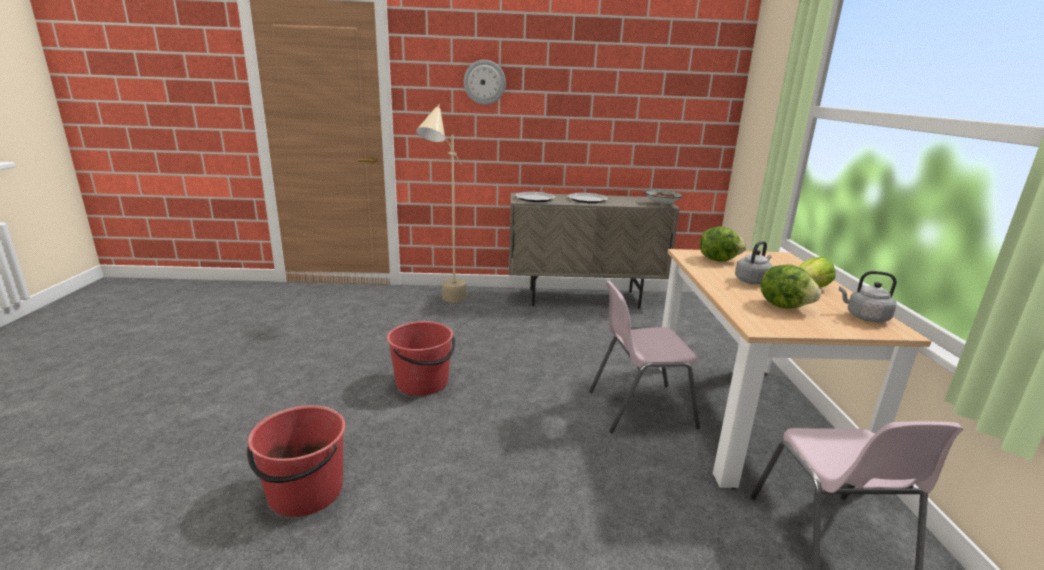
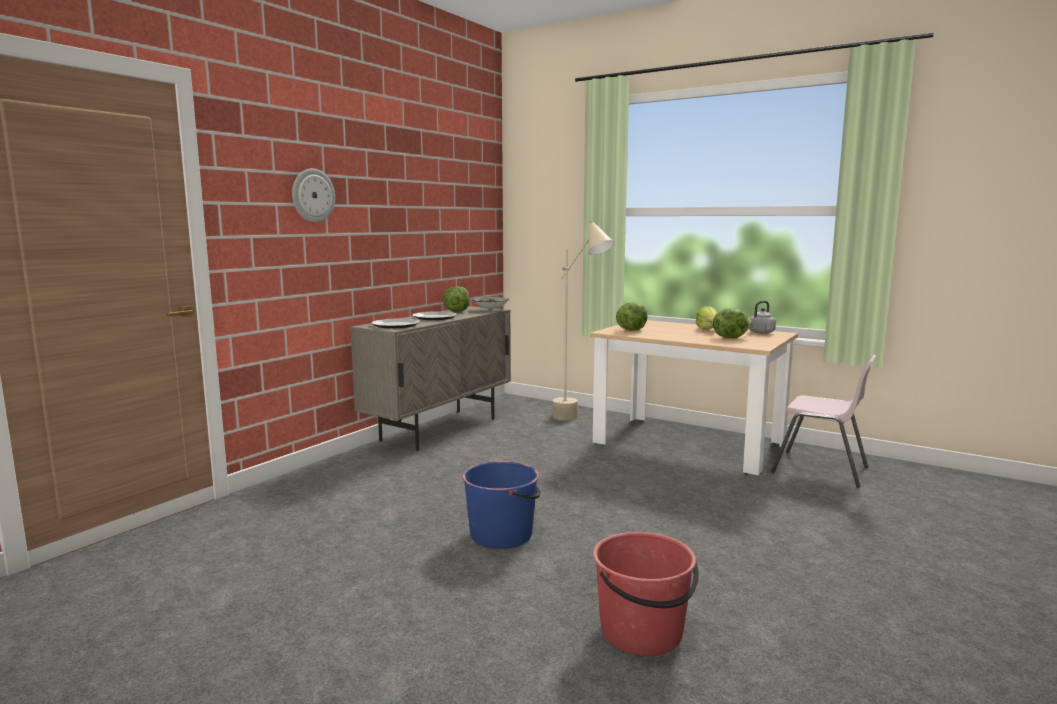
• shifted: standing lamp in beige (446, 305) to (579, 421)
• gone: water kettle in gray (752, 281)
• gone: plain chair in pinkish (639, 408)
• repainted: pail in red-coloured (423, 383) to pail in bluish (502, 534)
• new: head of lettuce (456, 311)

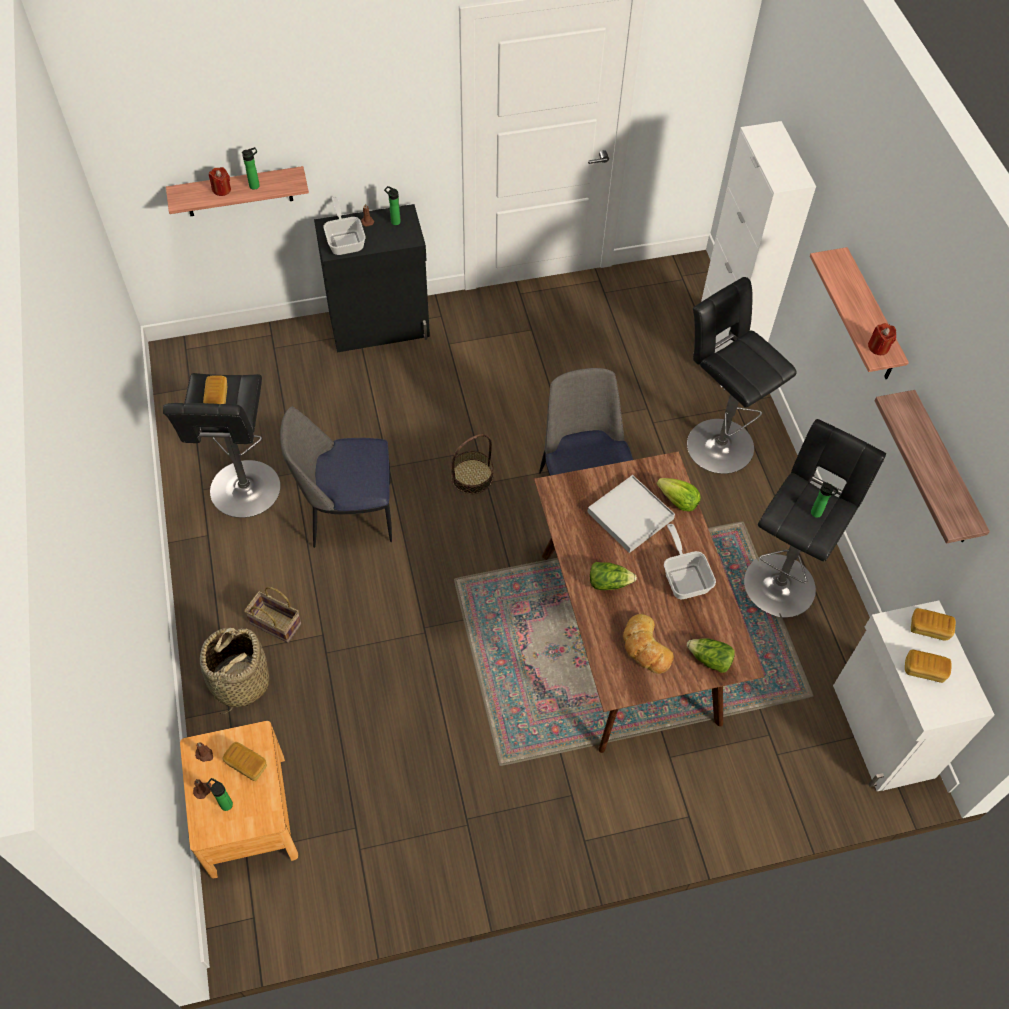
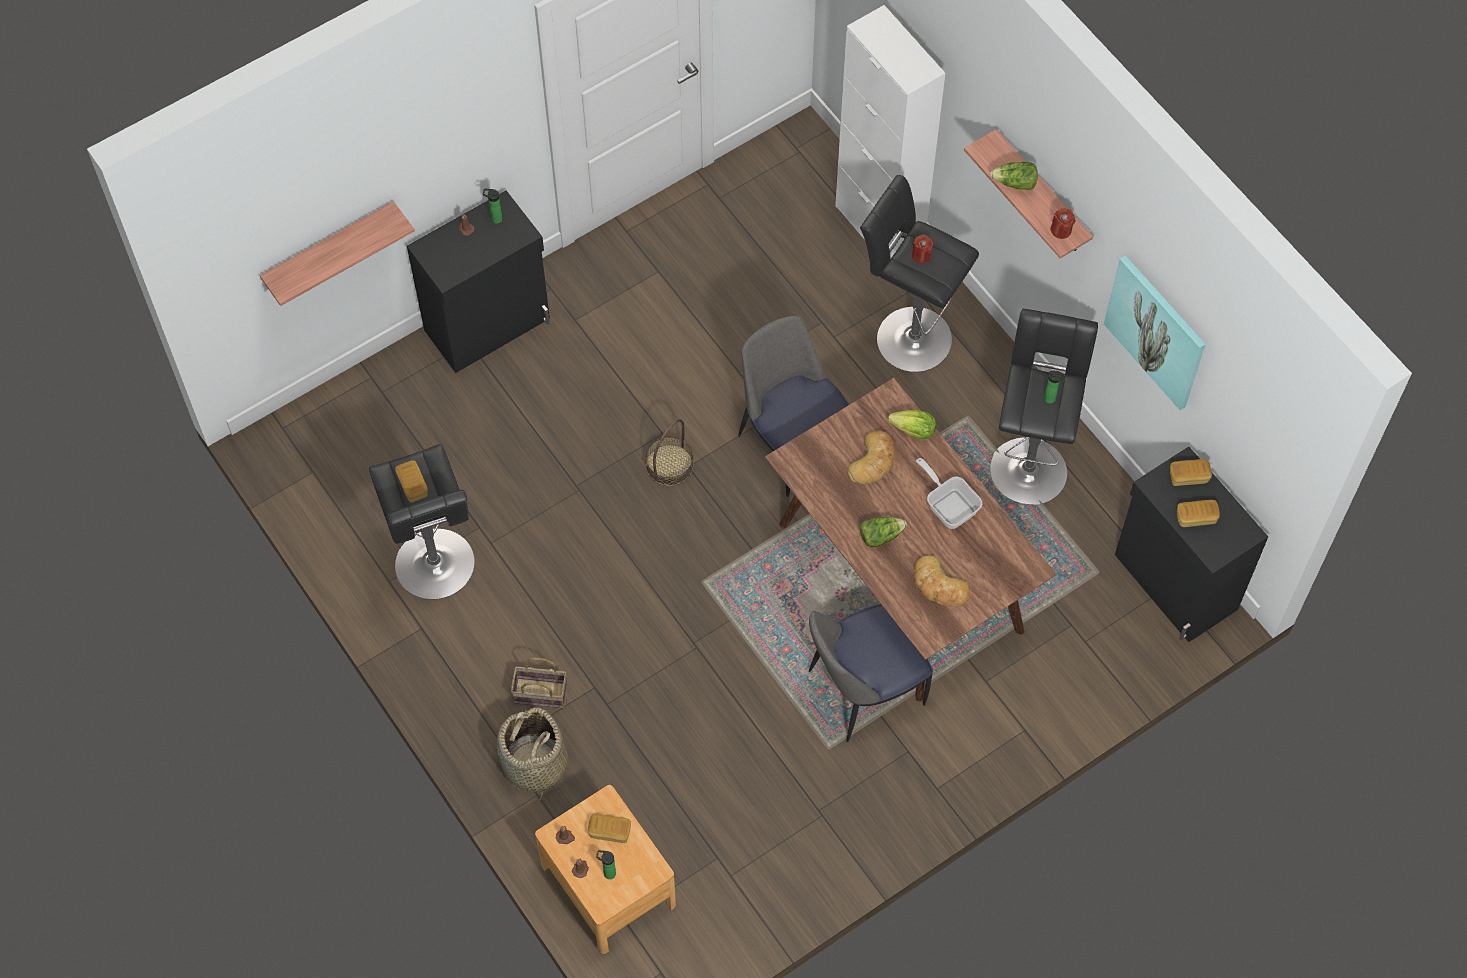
• gone: drink bottle (256, 185)
• shifted: wax candle in red-coloured (222, 190) to (921, 255)
• gone: frying pan (345, 240)
• swapped: wall shelf (942, 472) to wall picture (1155, 332)
• shifted: plain chair (348, 514) to (863, 690)
• swapped: tray in white-coloured (630, 515) to baked bread (873, 461)
• repainted: cupboard in white-coloured (881, 732) to cupboard in black (1174, 584)
• shifted: head of lettuce (710, 660) to (1015, 183)

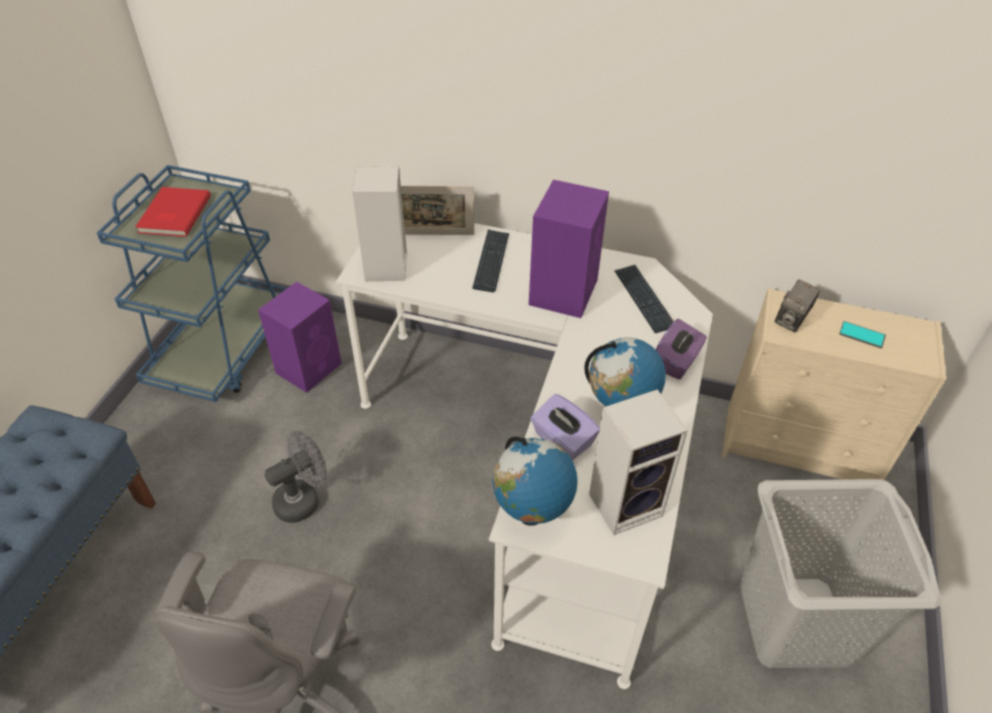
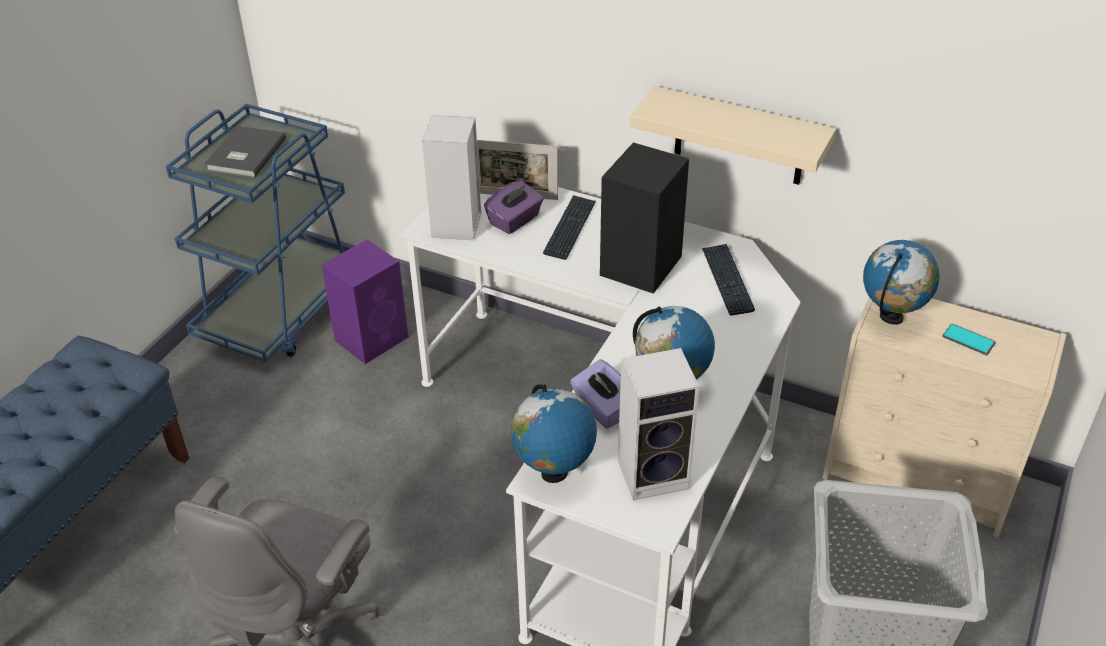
• repainted: audio speaker in purple-coloured (564, 290) to audio speaker in black (642, 264)
• repainted: volume in red-coloured (172, 214) to volume in gray (244, 154)
• swapped: still camera (791, 320) to desk globe (891, 317)
• shifted: tissue box in purple-coloured (676, 362) to (515, 220)
• gone: electric fan in gray (303, 499)
• new: wall shelf in beige (739, 137)

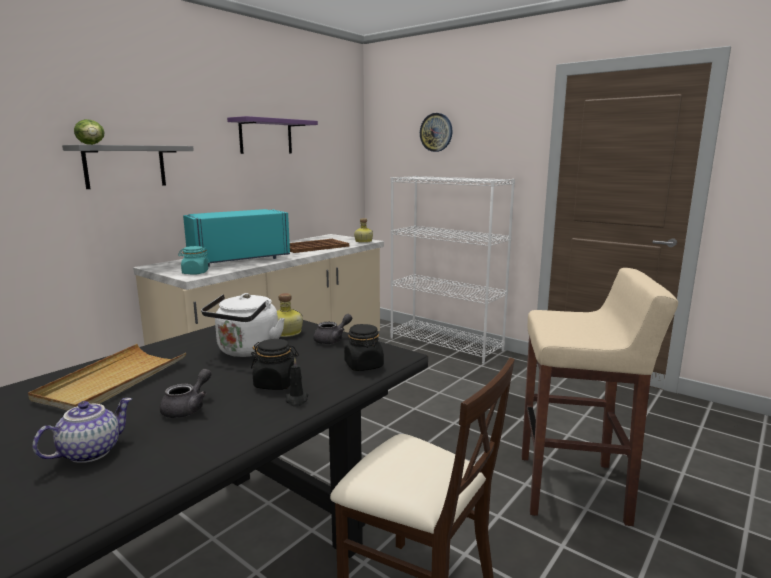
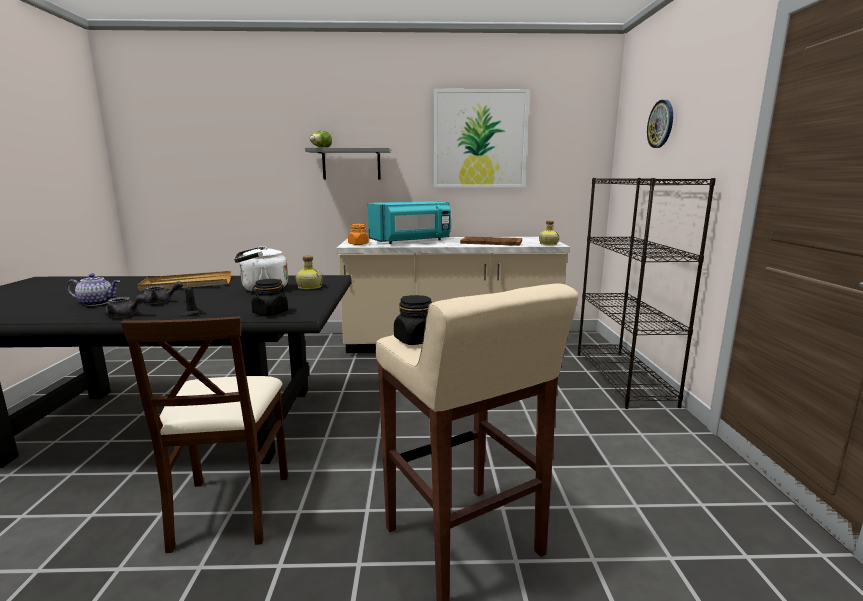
• swapped: wall shelf in purple-coloured (266, 136) to wall picture (480, 139)
• repainted: bookshelf in white-coloured (446, 344) to bookshelf in black (623, 378)
• rotated: kitchen microwave in turquoise-coloured (237, 259) = (412, 241) 135 degrees clockwise
• repainted: preserve jar in turquoise-coloured (195, 273) to preserve jar in orangey (358, 244)
• shifted: pot for tea in gray (332, 340) to (125, 315)
• shifted: preserve jar in black (276, 383) to (416, 340)

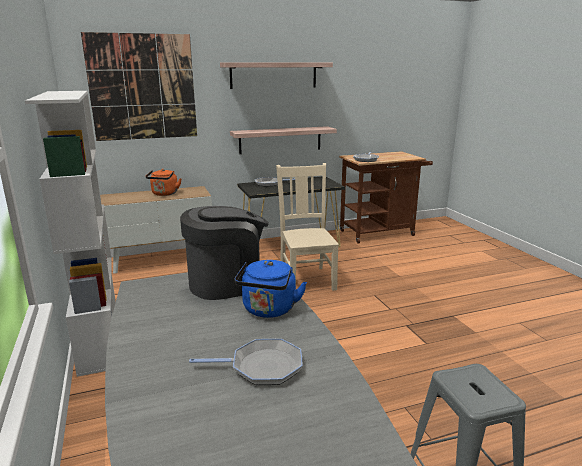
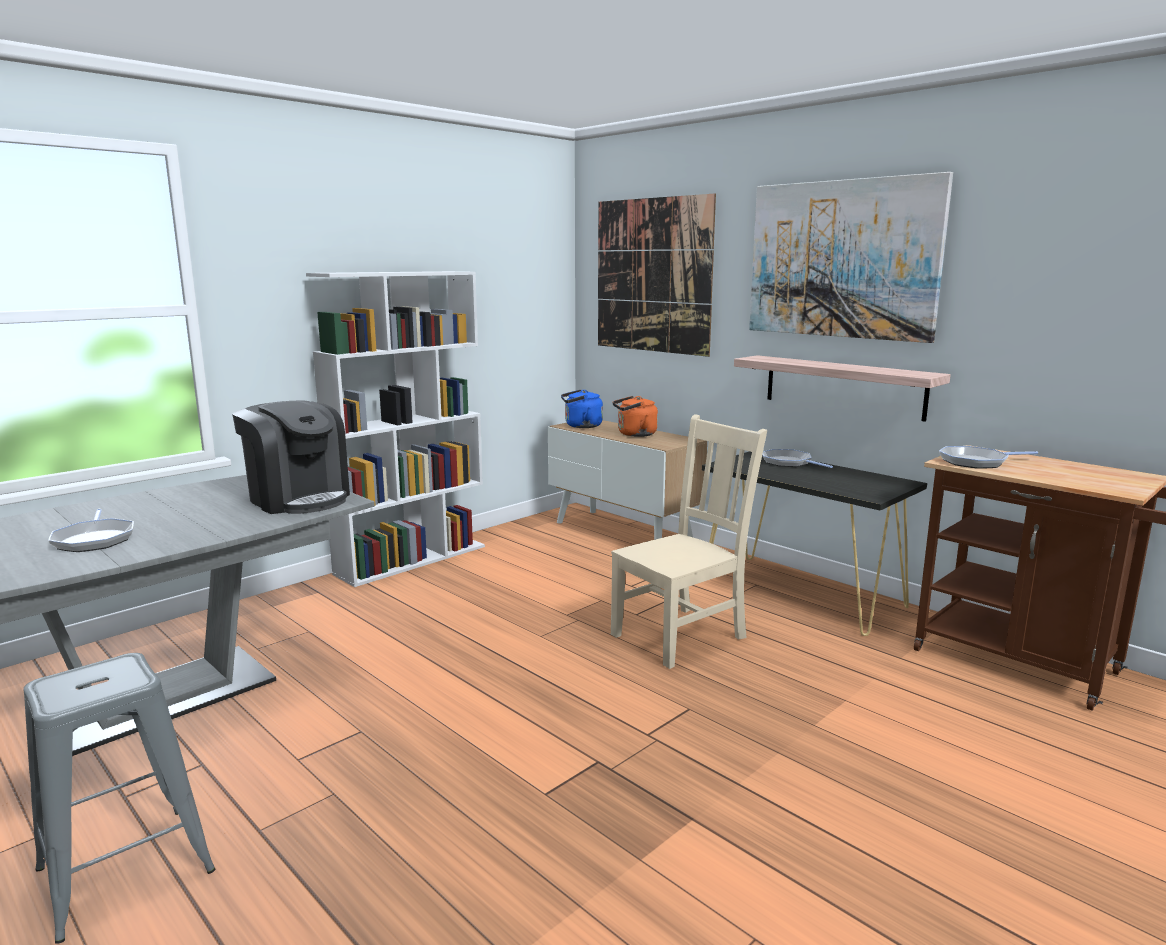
• swapped: wall shelf (273, 75) to wall picture (842, 259)
• shifted: water kettle in bluish (268, 310) to (581, 426)

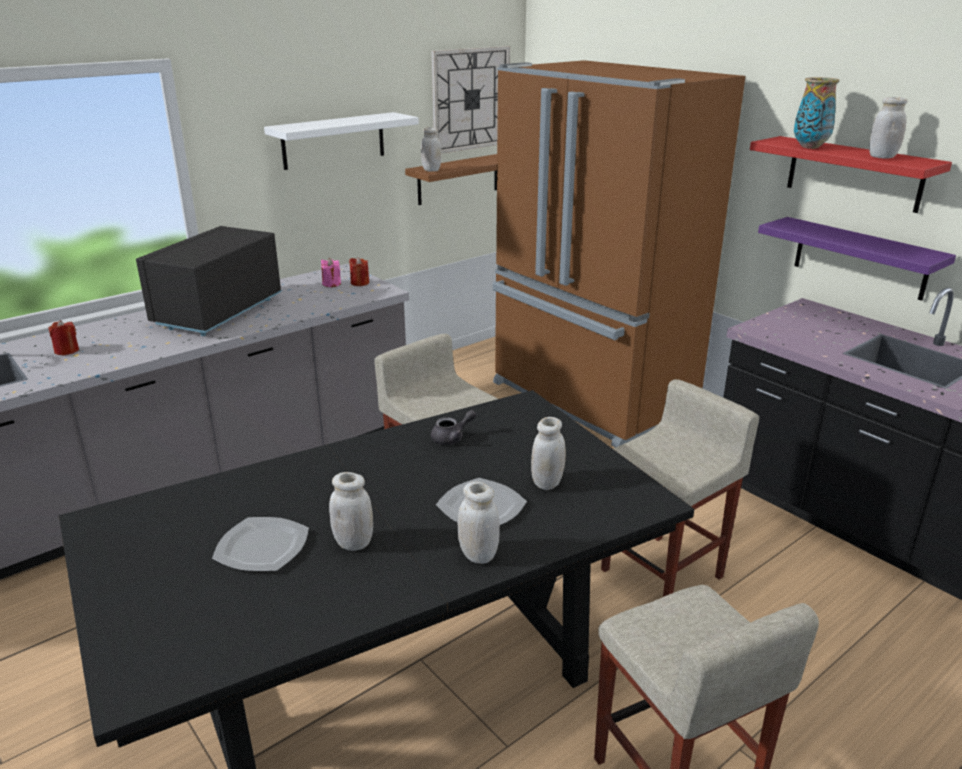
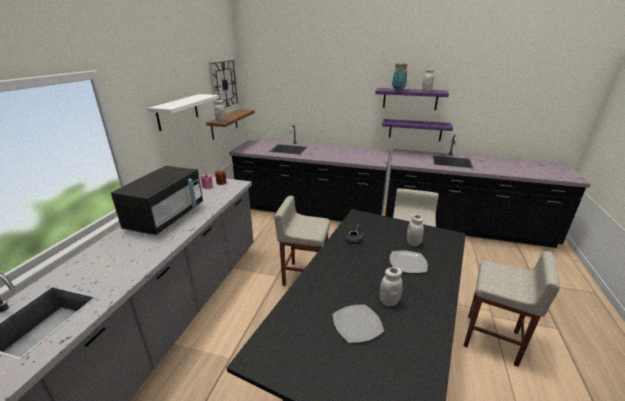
• swapped: fridge in brown-coloured (590, 398) to kitchen counter in black (310, 210)
• repainted: wall shelf in red-coloured (854, 173) to wall shelf in purple-coloured (410, 99)
• rotated: kitchen microwave in black (218, 312) = (166, 217) 150 degrees counterclockwise
• gone: wax candle in red-coloured (67, 351)
• gone: preserve jar in white-coloured (478, 555)

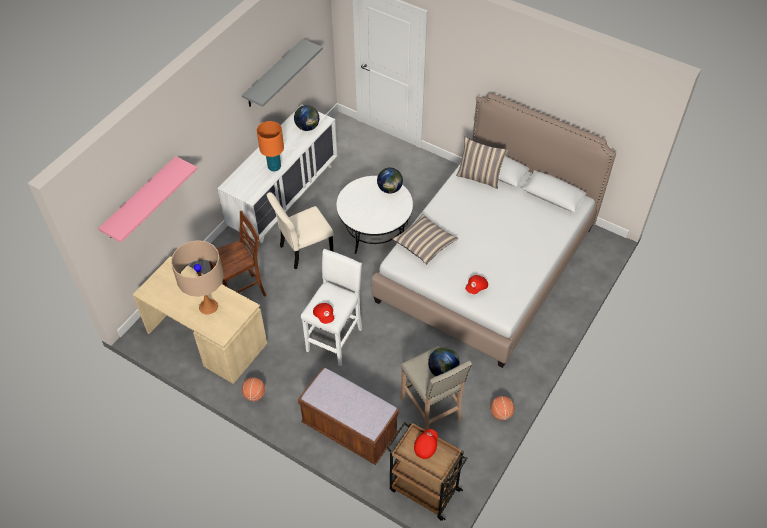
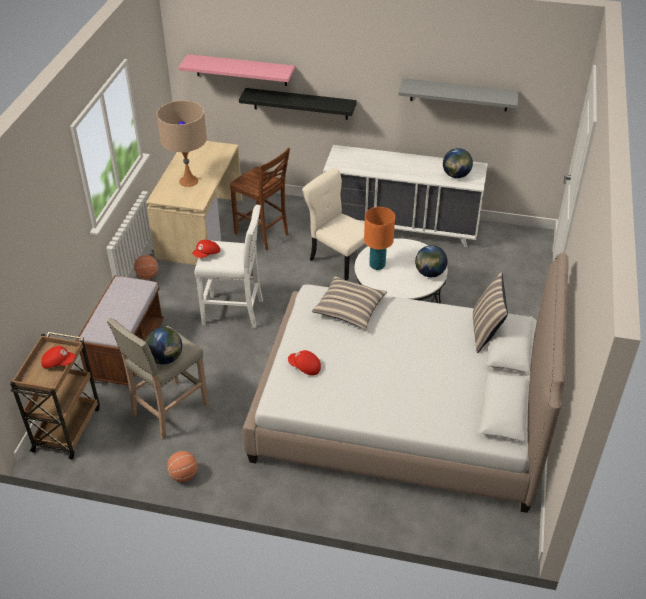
• shifted: table lamp in orangey (274, 167) to (377, 265)
• new: wall shelf in black (300, 104)

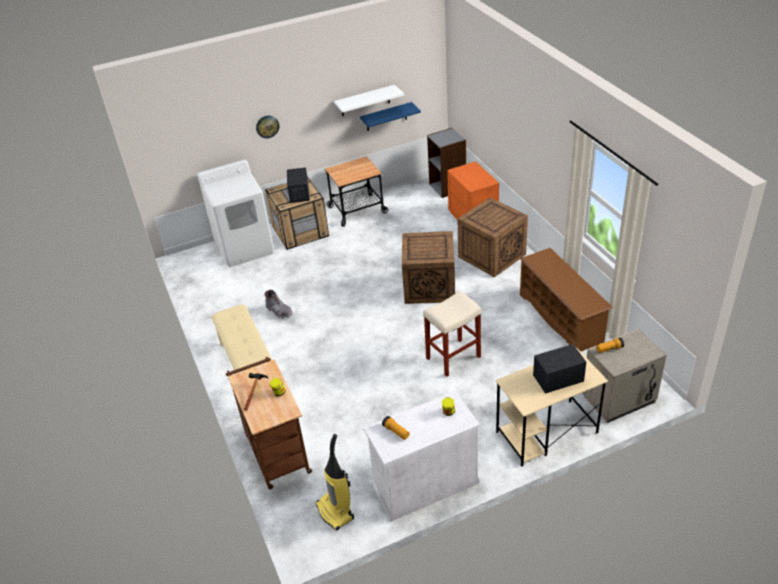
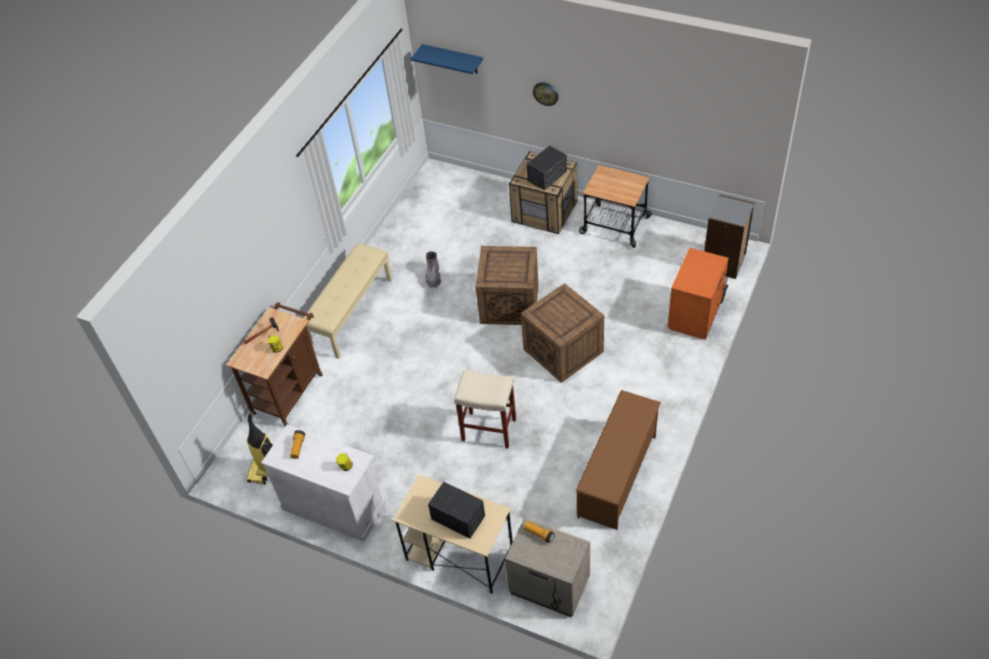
• gone: wall shelf in white-coloured (365, 101)
• shifted: wall shelf in bluish (386, 117) to (453, 59)
• gone: laundry appliance in white-coloured (245, 247)
• shifted: shipping crate (491, 255) to (510, 303)

